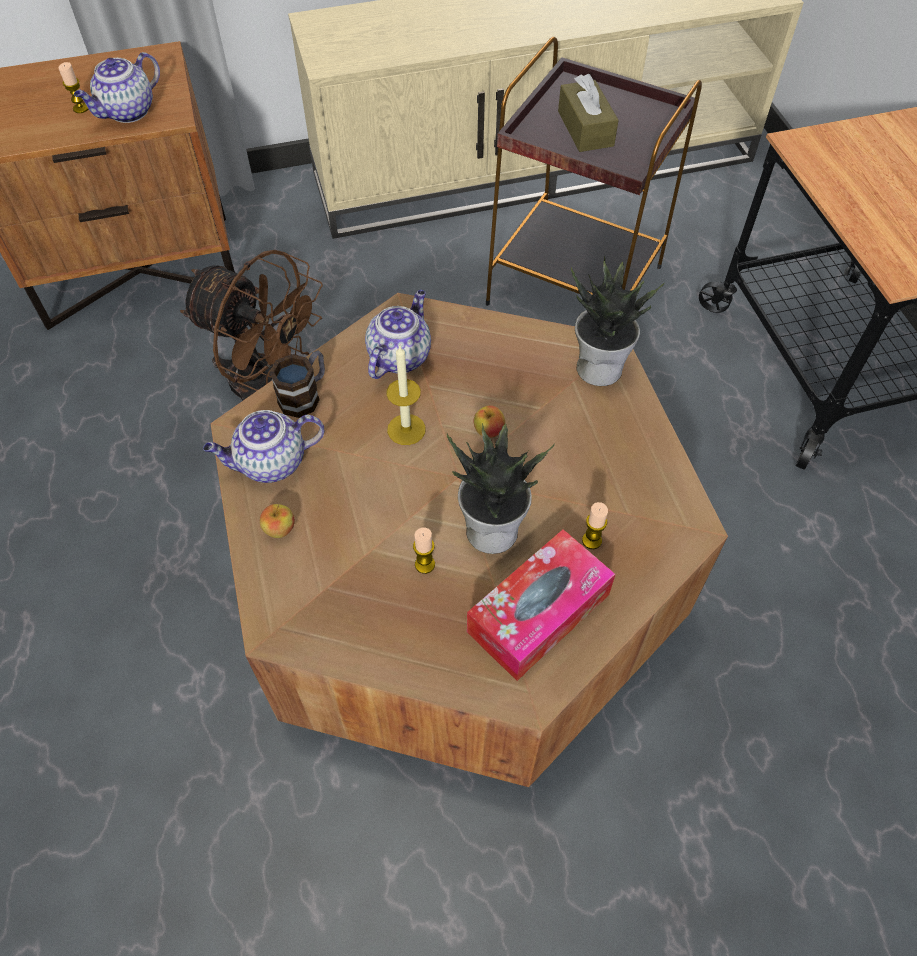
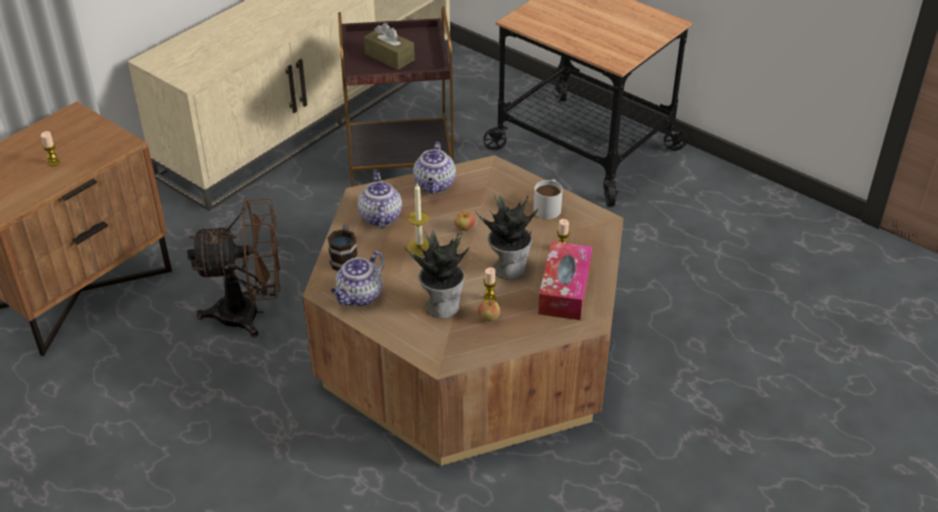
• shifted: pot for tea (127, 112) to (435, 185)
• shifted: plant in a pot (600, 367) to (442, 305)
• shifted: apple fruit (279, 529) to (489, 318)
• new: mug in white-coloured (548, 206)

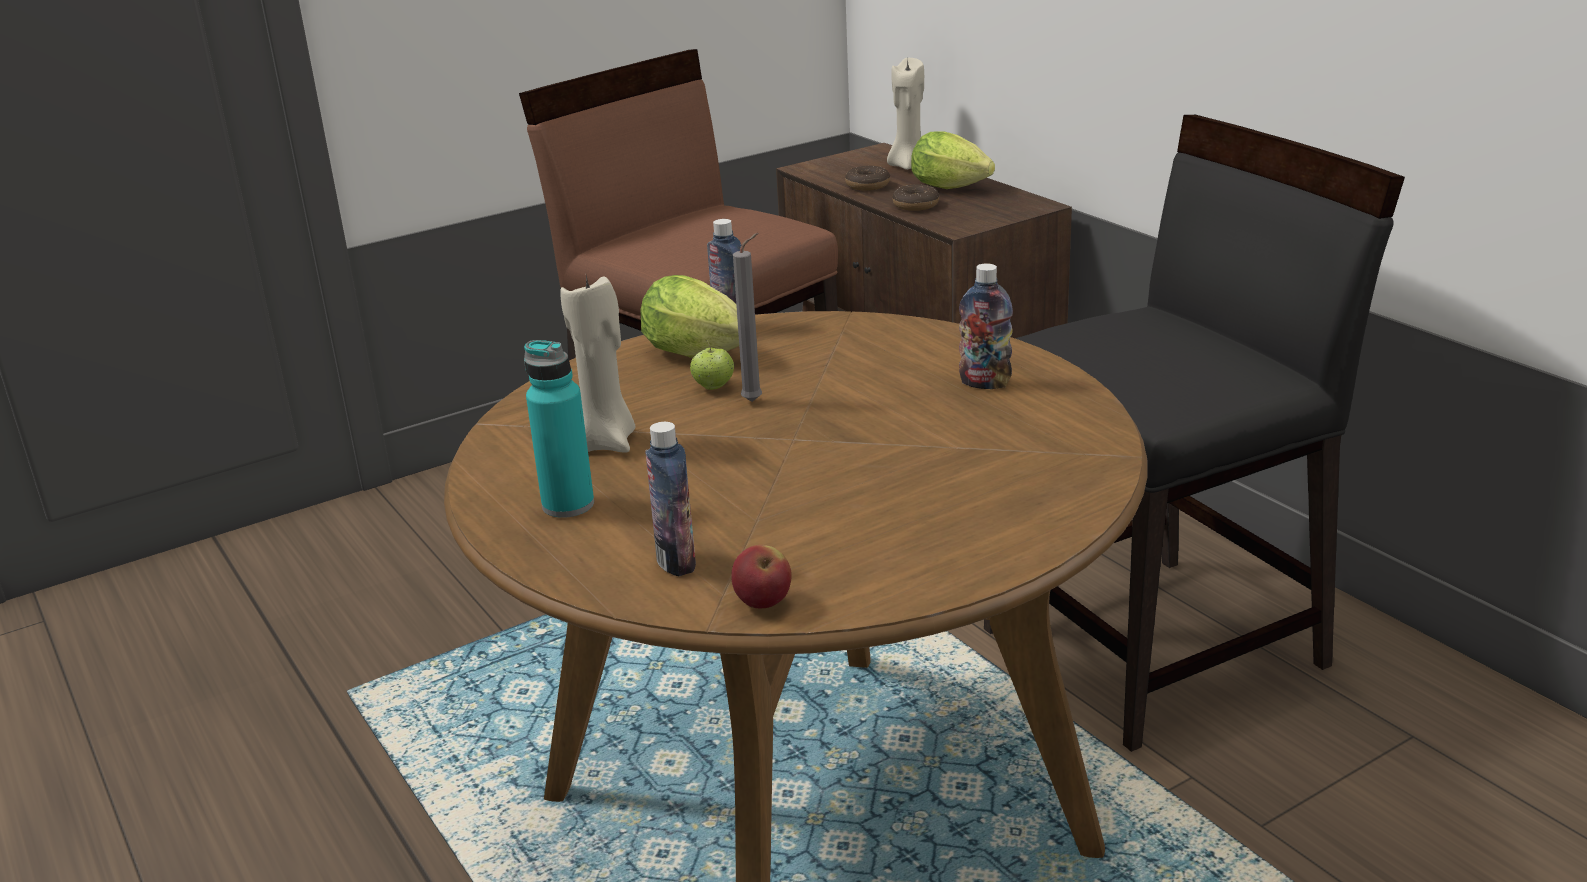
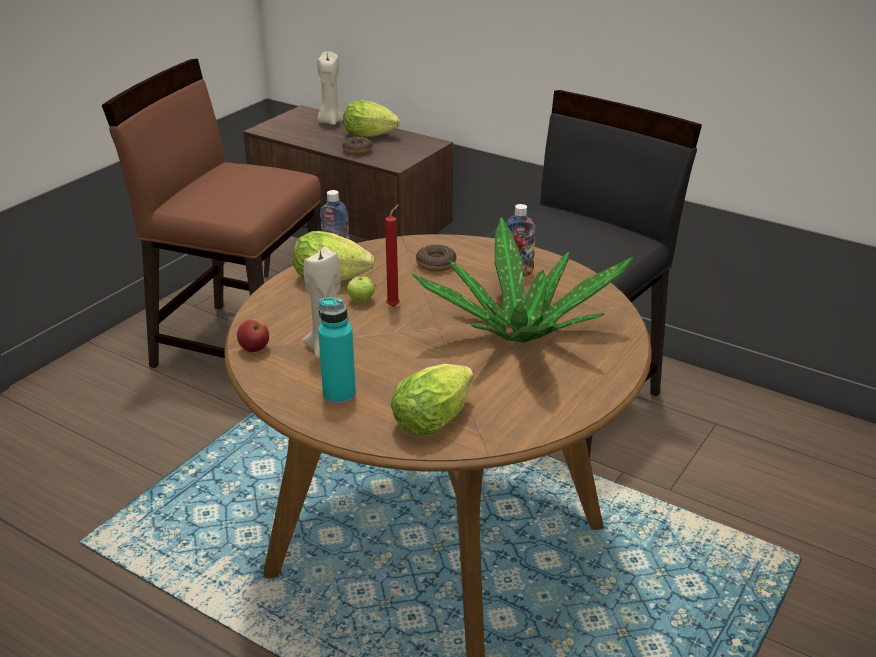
• shifted: donut (867, 185) to (436, 264)
• repainted: wax candle in gray (755, 401) to wax candle in red-coloured (394, 306)
• swapped: drink bottle (676, 562) to head of lettuce (436, 418)
• shifted: apple fruit (763, 603) to (254, 349)
• new: plant in a pot (520, 334)

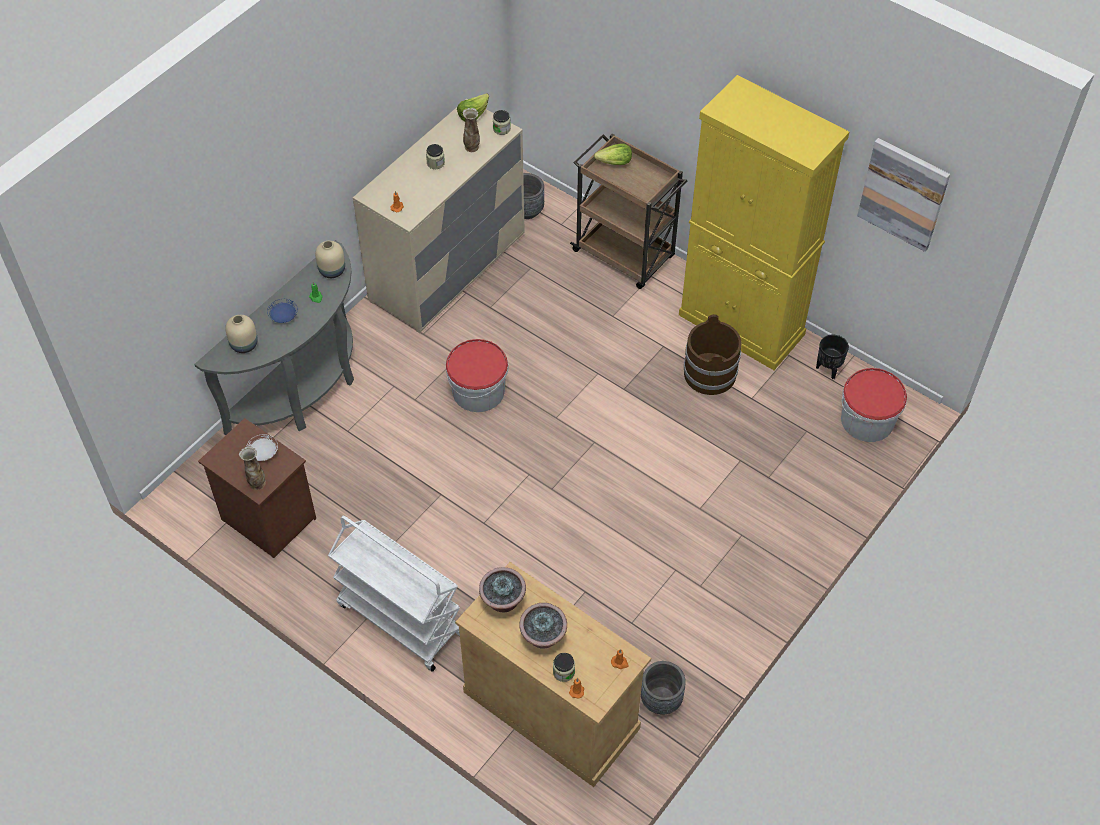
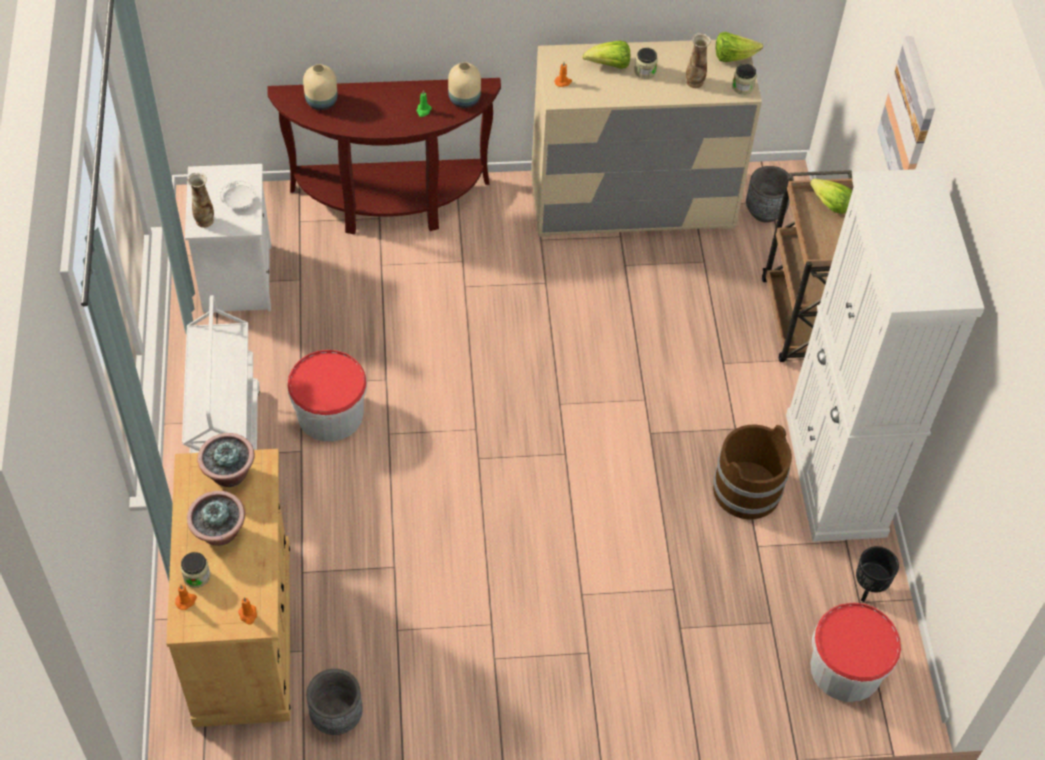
• repainted: cupboard in yellow (741, 325) to cupboard in white-coloured (835, 475)
• shifted: wall picture (903, 194) to (908, 120)
• repainted: hall table in gray (304, 390) to hall table in brown-coloured (390, 204)
• gone: plate in bluish (283, 316)
• shifted: pail (478, 390) to (330, 413)
• repainted: bedside table in brown-coloured (266, 519) to bedside table in white-coloured (236, 277)
• new: head of lettuce (609, 65)

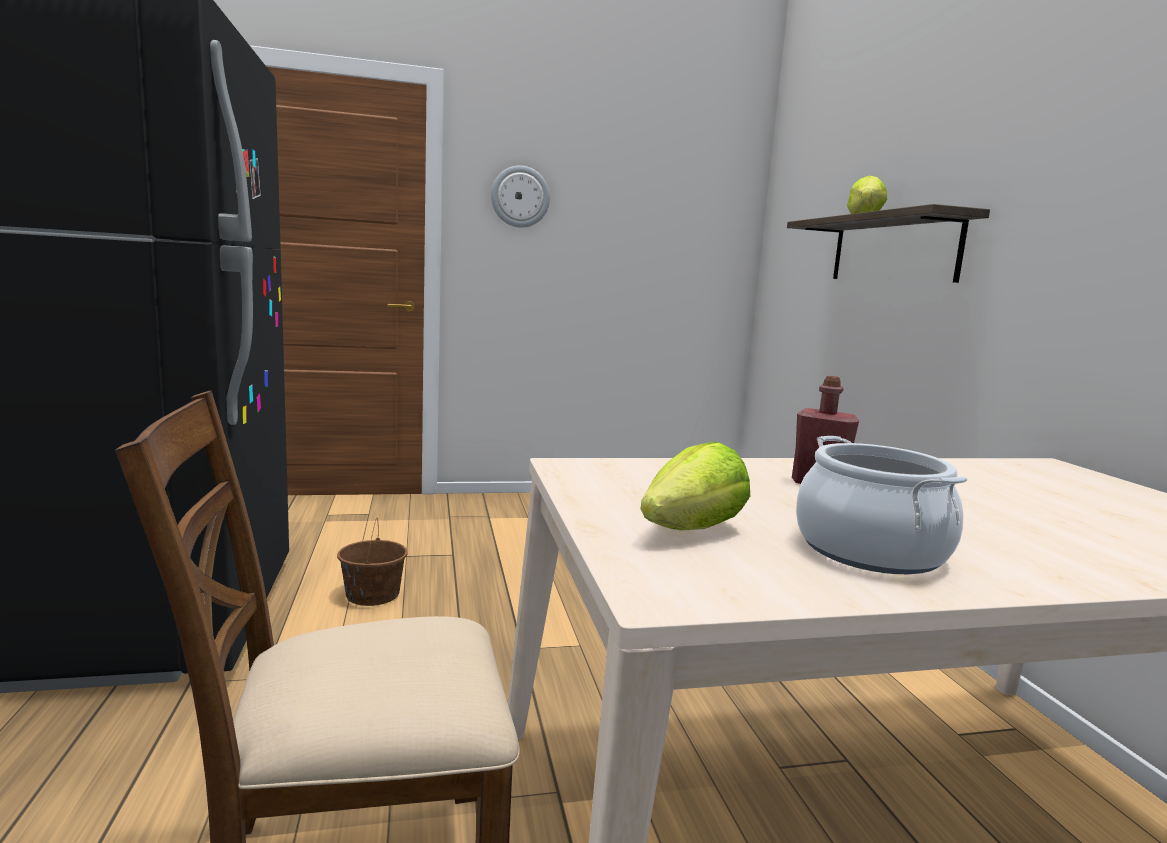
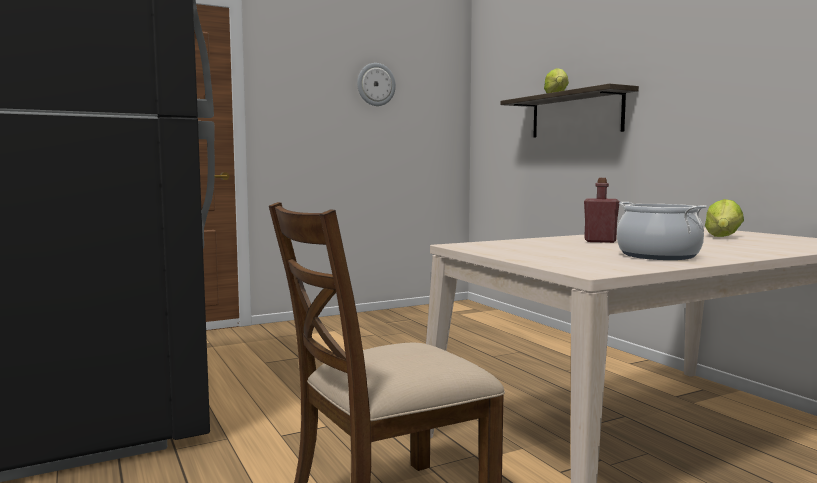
• shifted: wall clock (520, 197) to (376, 84)
• shifted: head of lettuce (692, 530) to (723, 237)
• gone: pail in brown-coloured (373, 594)

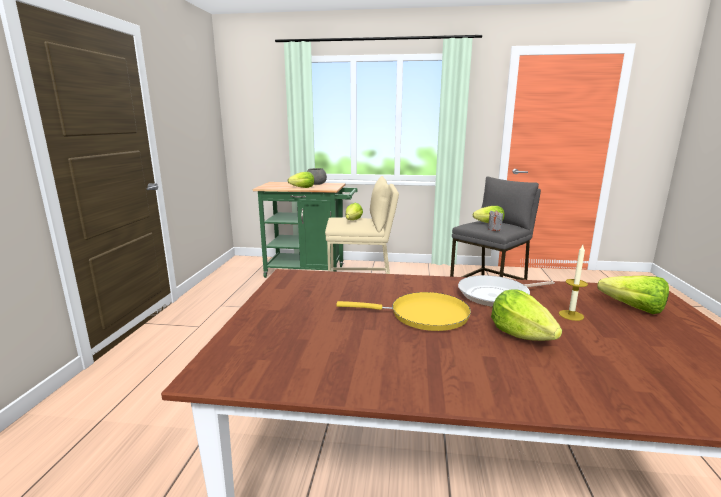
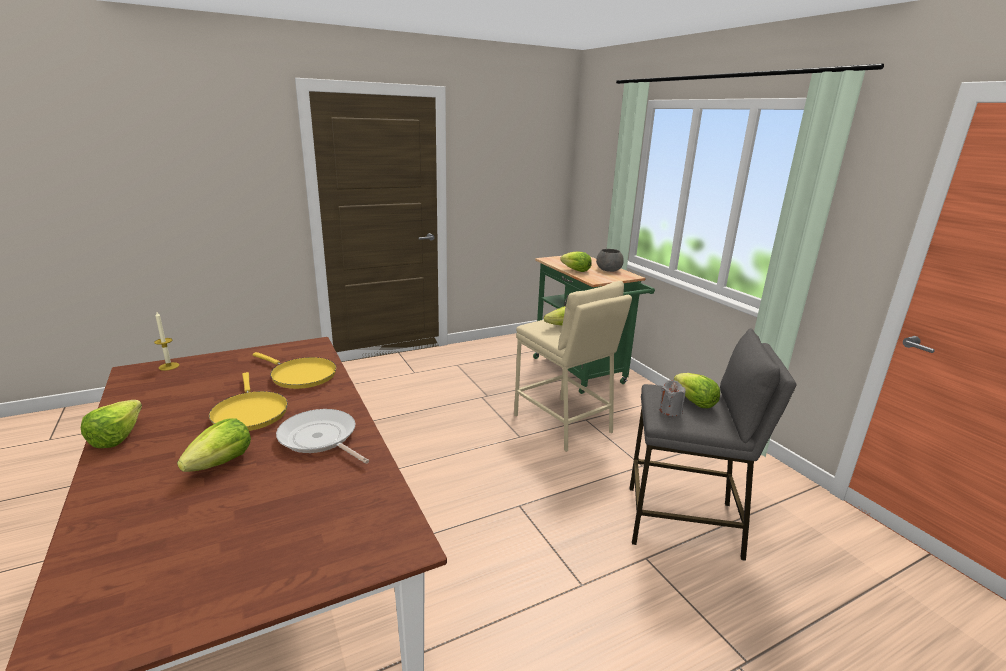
• shifted: wax candle (571, 315) to (169, 366)
• shifted: head of lettuce (627, 307) to (122, 435)
• new: frying pan in yellow (300, 375)

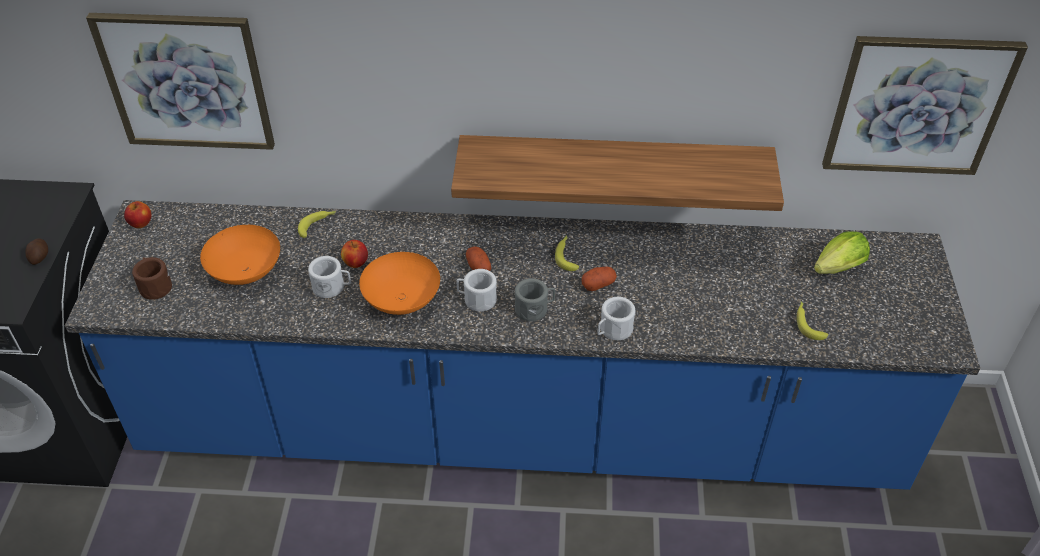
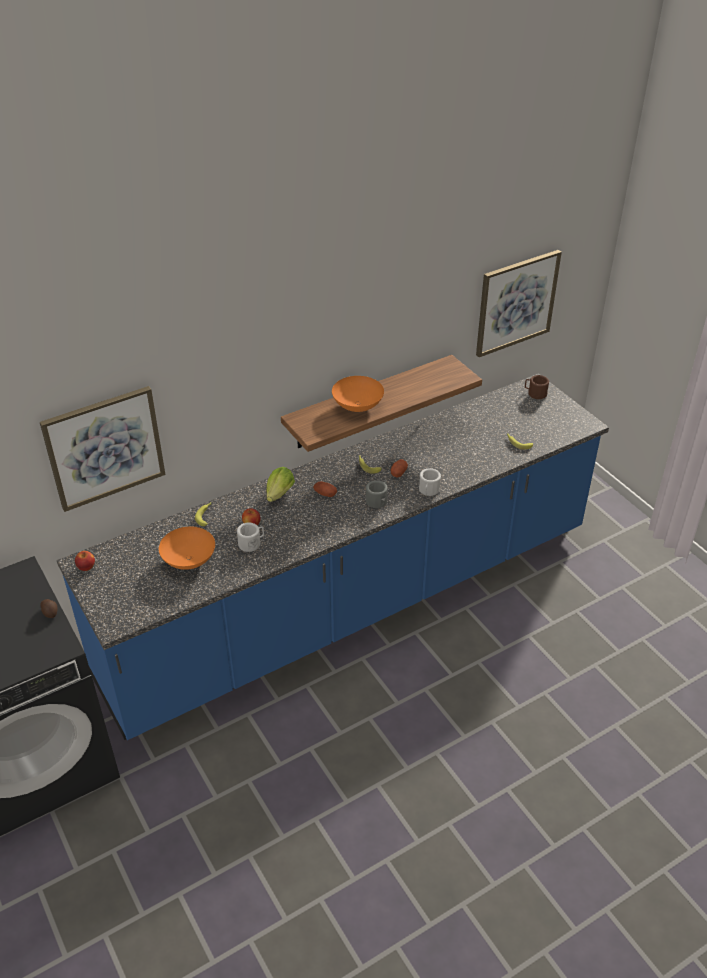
• shifted: head of lettuce (835, 269) to (278, 495)
• shifted: bowl in orangey (400, 301) to (357, 407)
• shifted: mug in brown-coloured (154, 286) to (535, 393)
• gone: mug in white-coloured (476, 299)

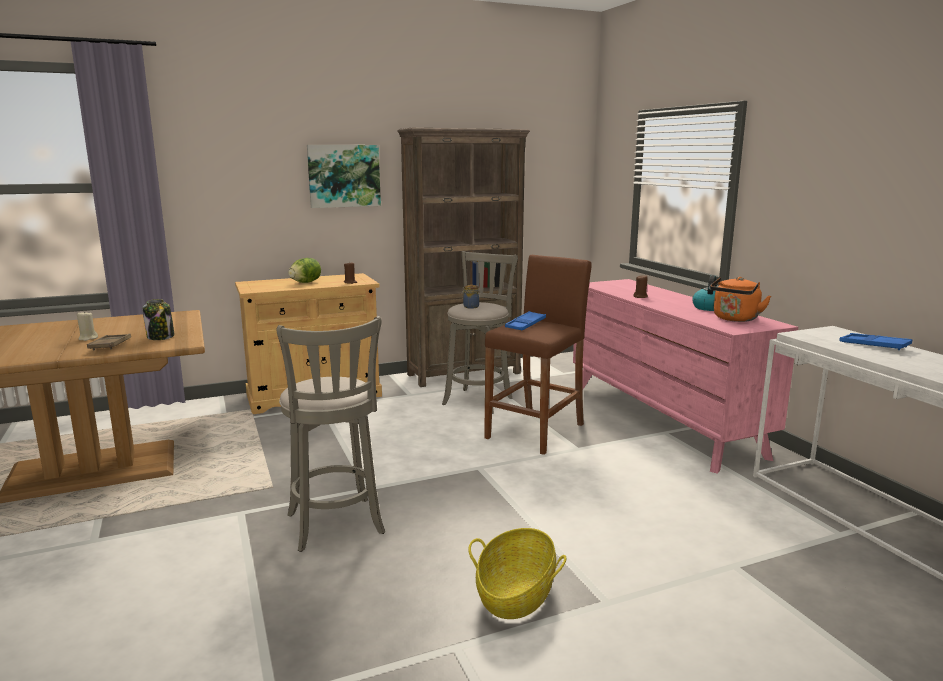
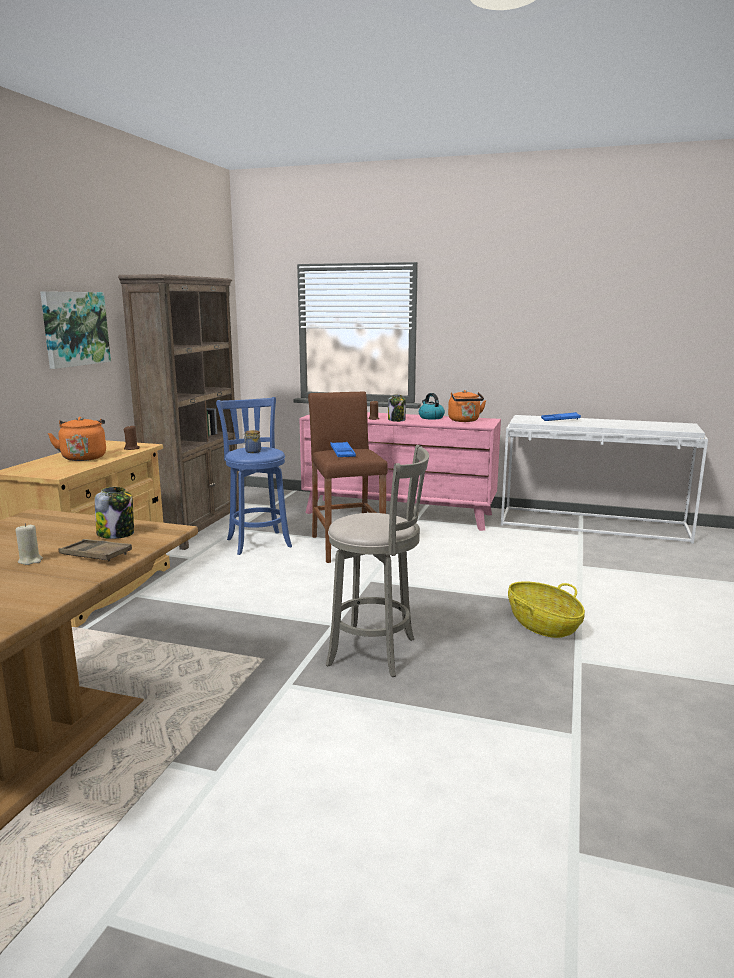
• repainted: sitting stool in gray (479, 400) to sitting stool in bluish (258, 542)
• swapped: head of lettuce (305, 282) to water kettle in orangey (84, 457)
• new: preserve jar (397, 420)

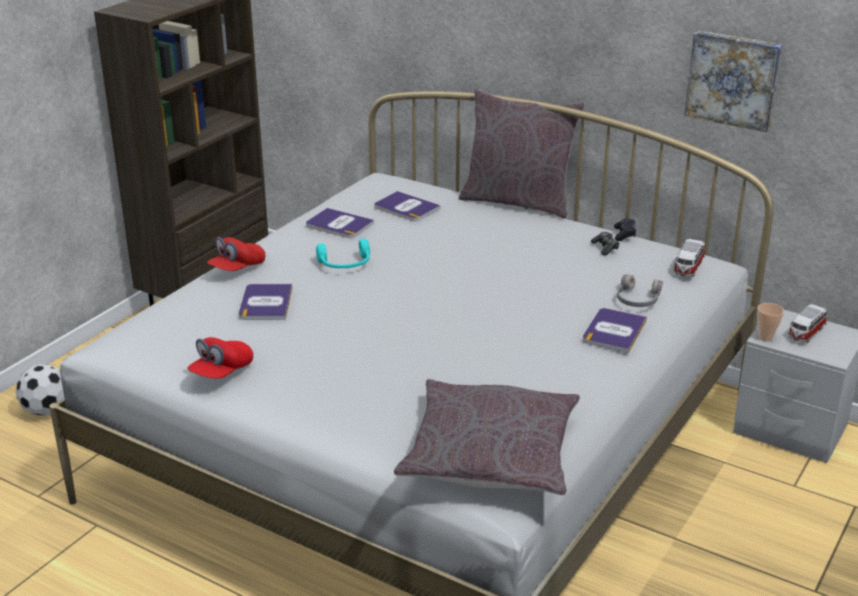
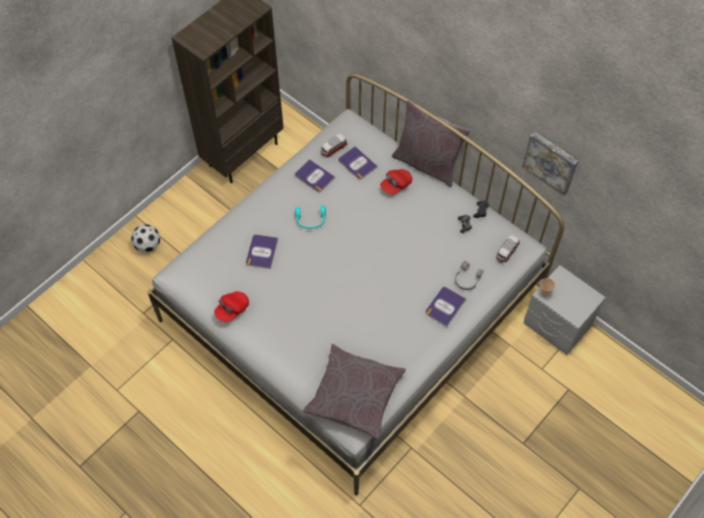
• shifted: cap in red-coloured (237, 268) to (396, 185)
• shifted: model car (805, 333) to (333, 149)

